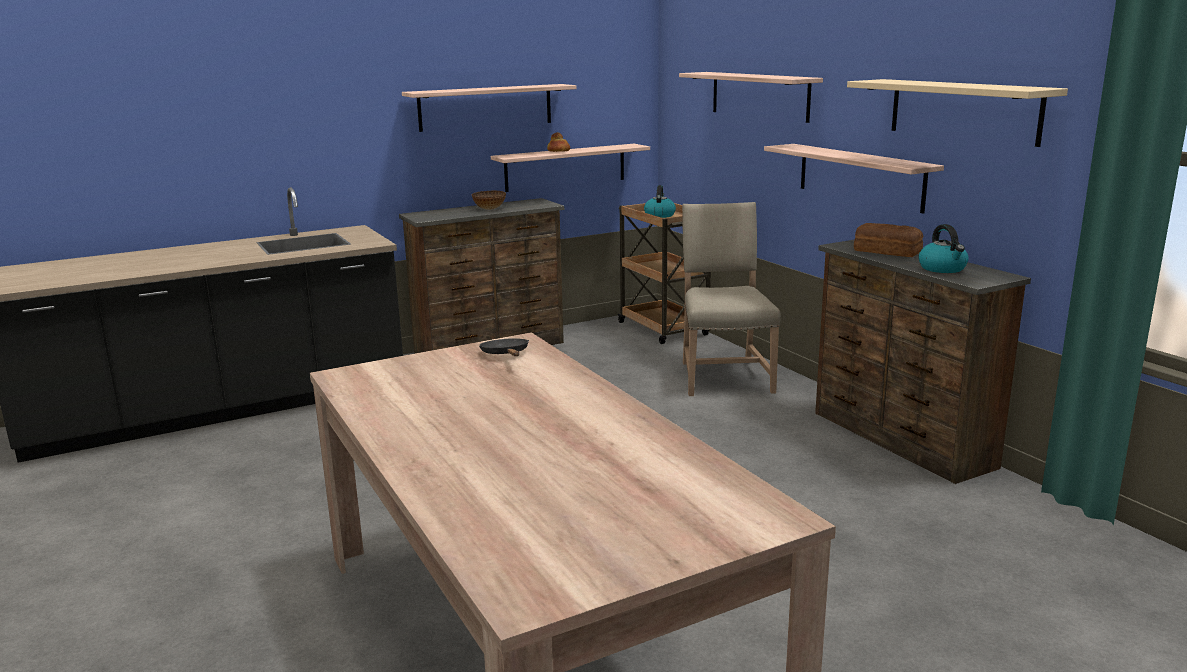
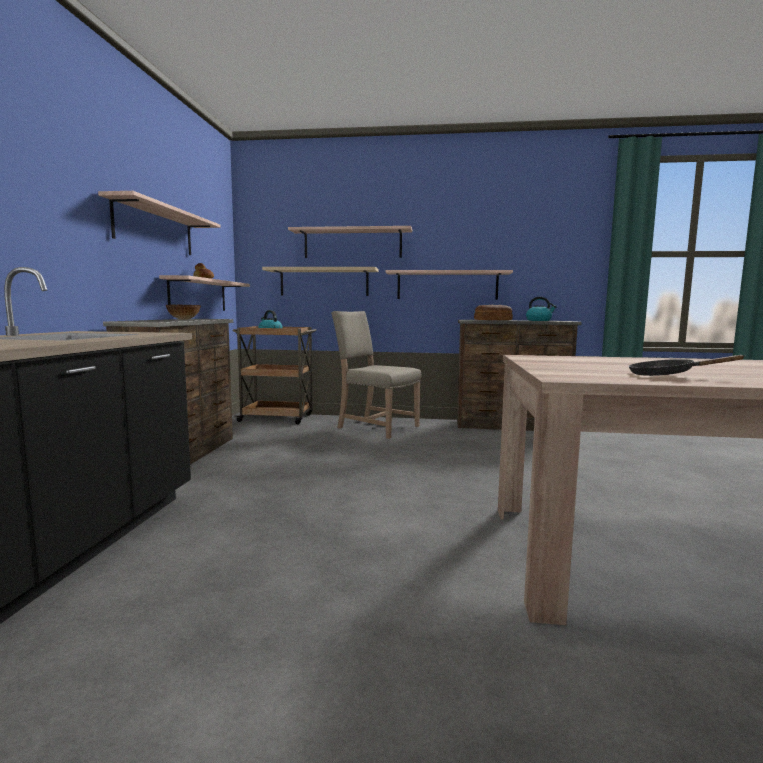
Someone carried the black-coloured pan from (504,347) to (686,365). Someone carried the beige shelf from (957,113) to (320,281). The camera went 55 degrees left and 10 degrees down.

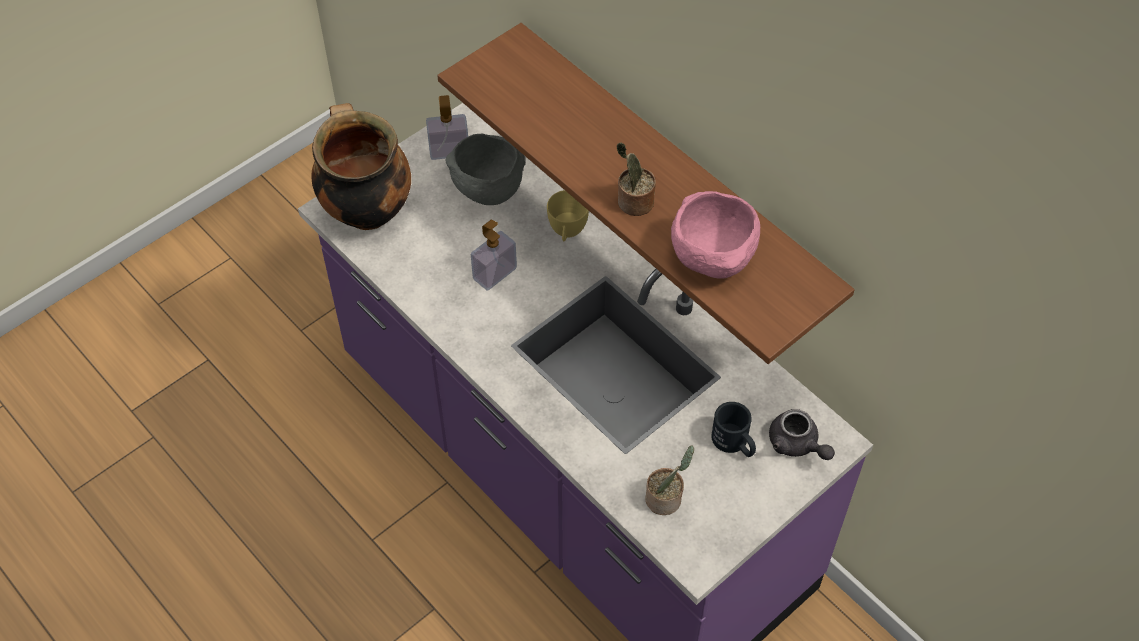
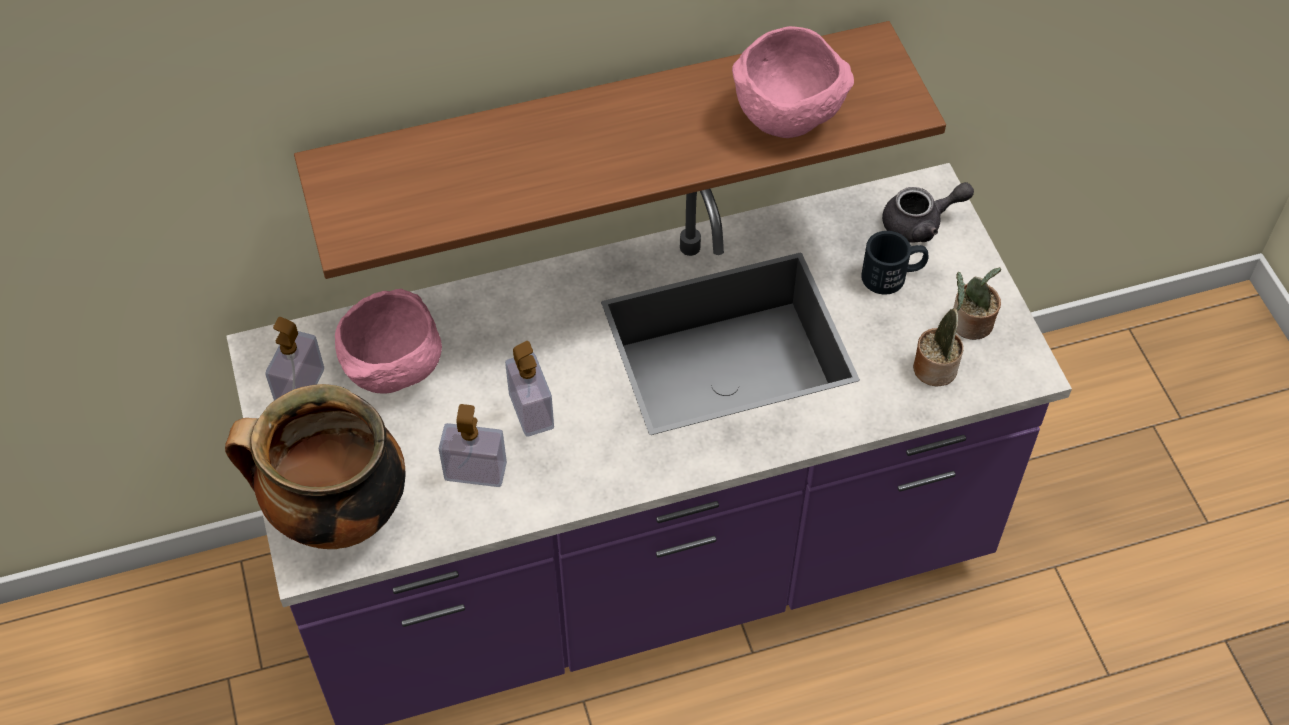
Someone repainted the gray bowl at (485,169), which became the pink-coloured bowl at (388,341). Someone took away the yellowish drinking cup at (568,215). Someone carried the potted plant from (636,179) to (977,303). Someone put down the liquid soap bottle at (473,445). The camera went 65 degrees left and 0 degrees up.

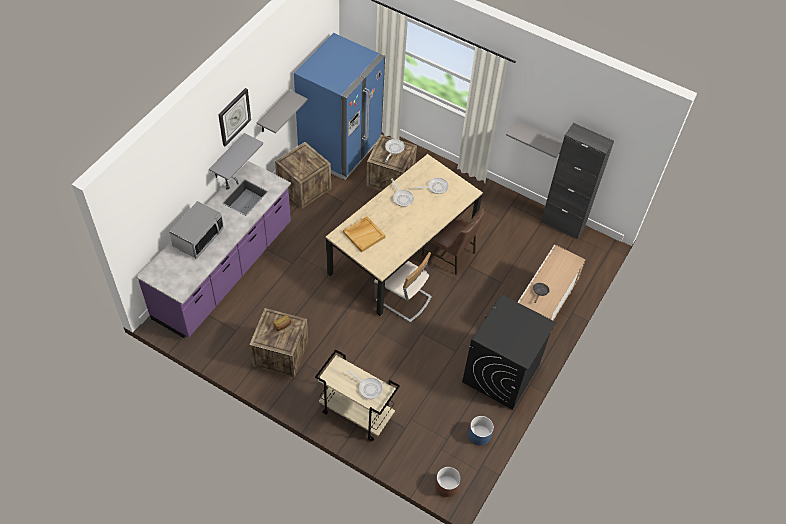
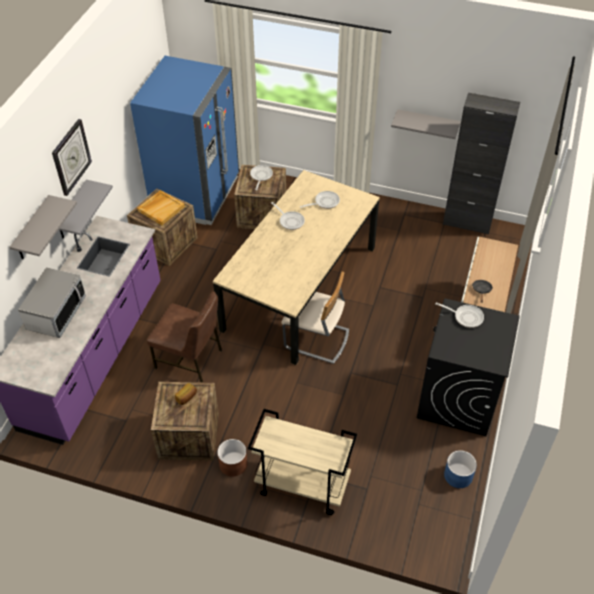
Someone carried the gray shelf from (282,112) to (43,227). Someone carried the beige serving tray from (364,234) to (161,207). Someone carried the pan from (365,384) to (459,315). Someone carried the brown-coloured chair from (453,241) to (184,337). Someone carried the brown-coloured plant pot from (448,482) to (232,458). The camera went 10 degrees left and 5 degrees down.

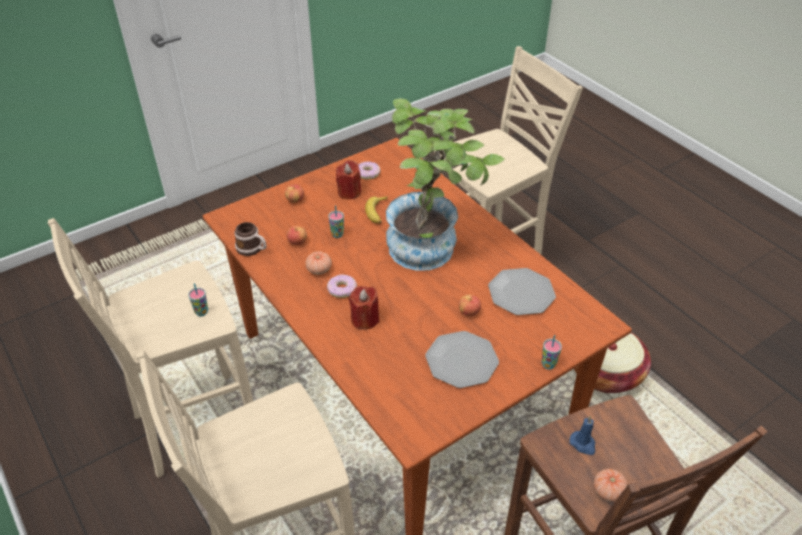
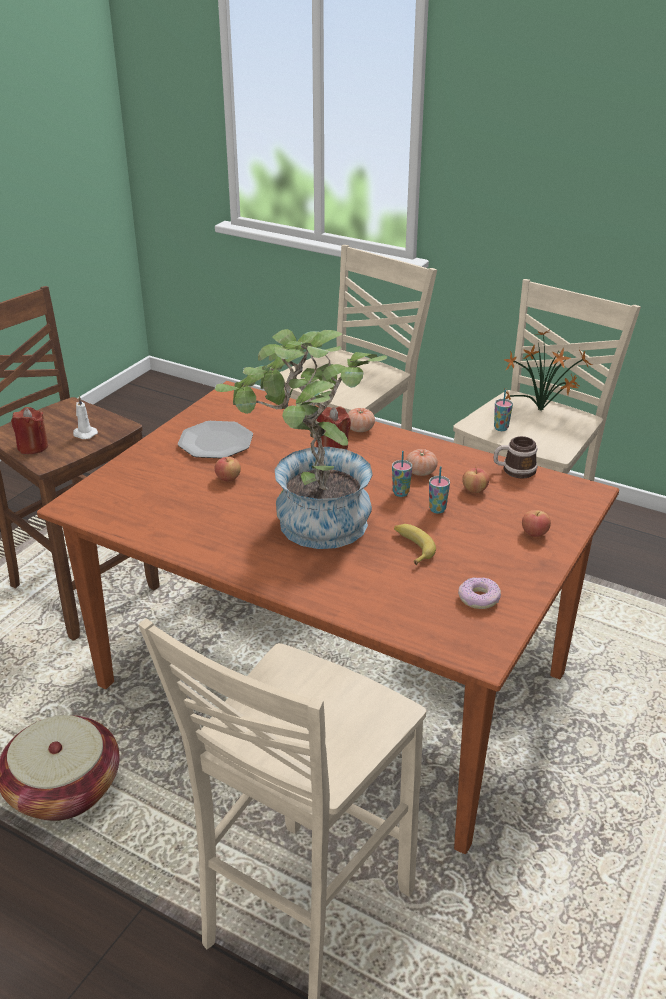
Someone took away the ring doughnut at (342,286). Someone carried the red candle from (348,179) to (29,430). Someone took away the dinner plate at (522,291). Someone carried the drinking cup from (551,352) to (402,474). Someone repainted the blue candle at (582,435), which became the white-coloured candle at (85,417). Someone carried the whole tomato from (611,485) to (361,420). Someone put down the potted plant at (547,370). The camera went 155 degrees right and 10 degrees down.

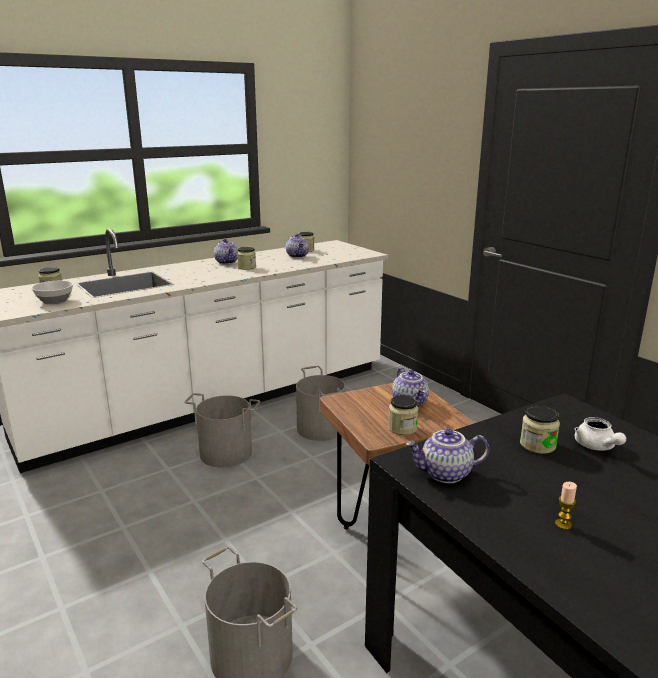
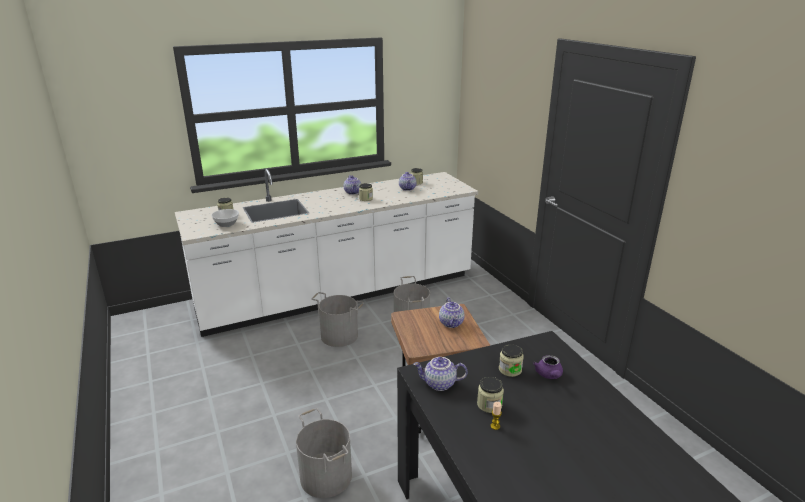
Someone carried the storage jar from (403,415) to (490,395). Someone repainted the white-coloured tea pot at (600,434), which became the purple tea pot at (548,367). The camera went 10 degrees right and 5 degrees up.

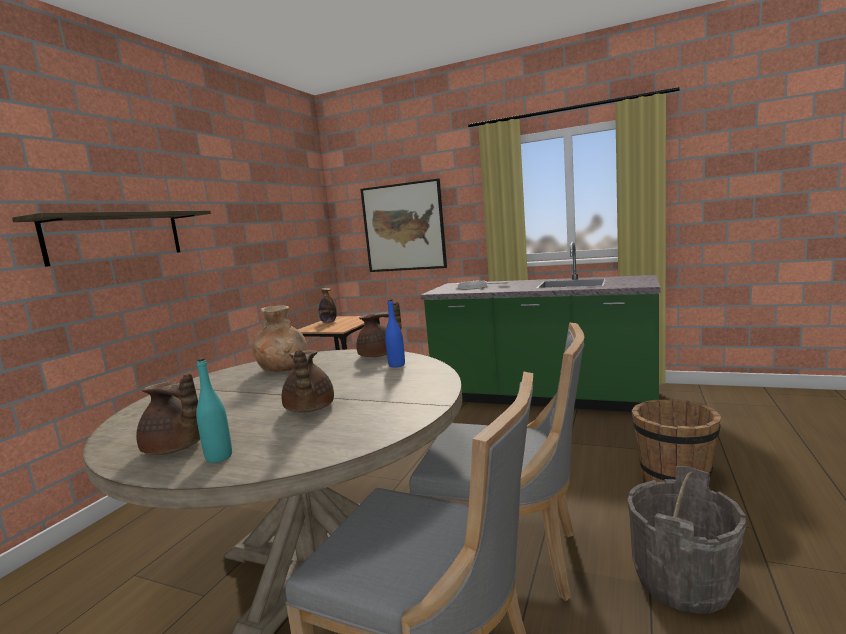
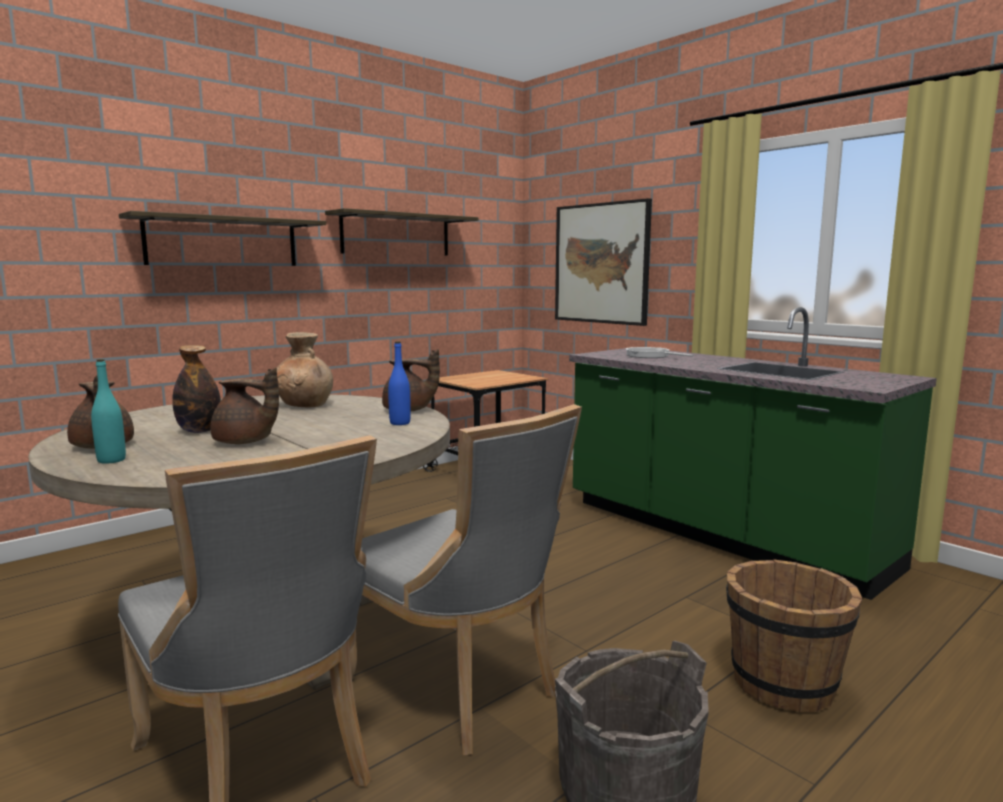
Someone rotated the brown-coloured tea pot at (308,381) by 90 degrees counterclockwise. Someone carried the beverage bottle from (328,305) to (196,389). Someone put up the shelf at (402,231). The camera went 25 degrees right and 0 degrees up.

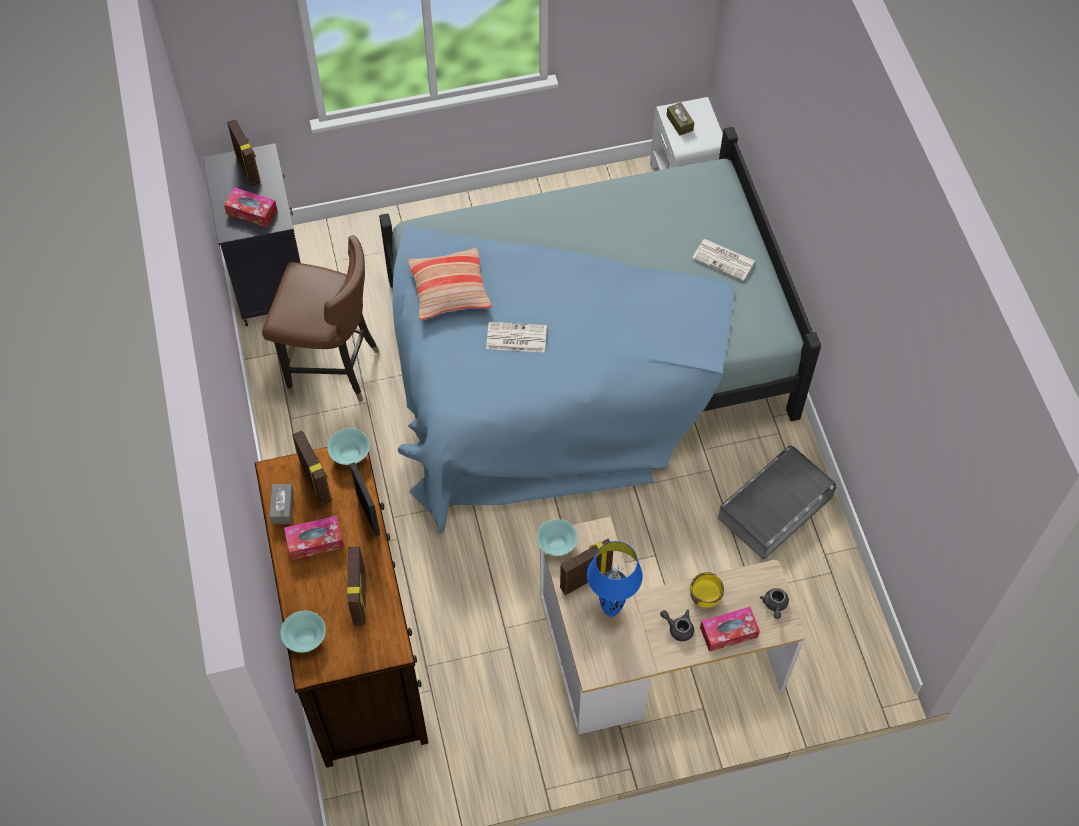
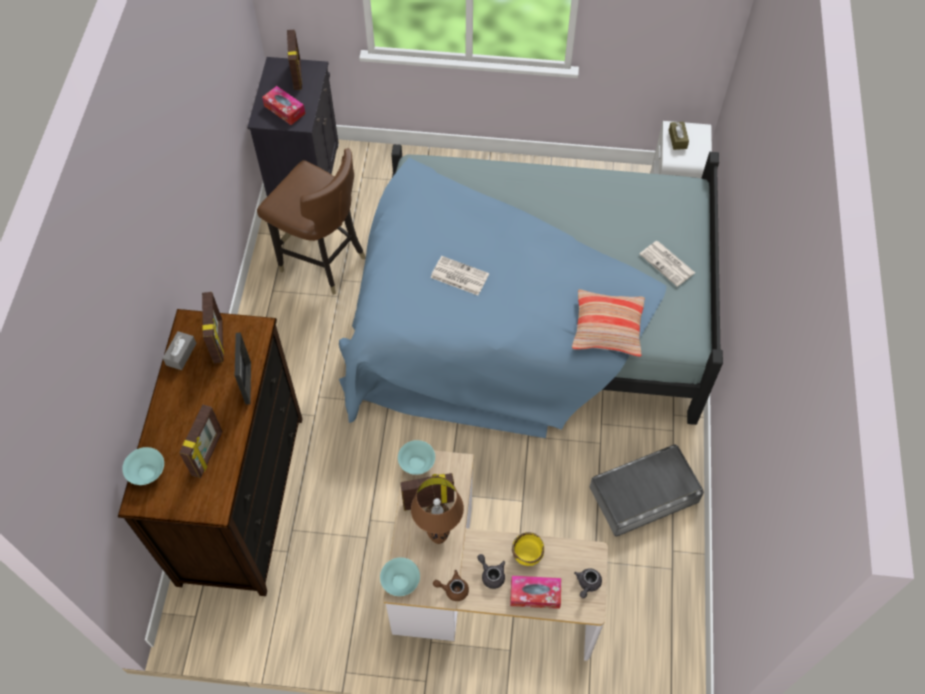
Someone took away the tissue holder at (314,538). Someone carried the blue-green bowl from (348,446) to (400,576). Someone carried the cushion from (449,284) to (608,323). Someone repainted the blue table lamp at (615,579), which became the brown-coloured table lamp at (437,510). Someone put down the brown-coloured tea pot at (451,585). The camera went 20 degrees right and 0 degrees up.

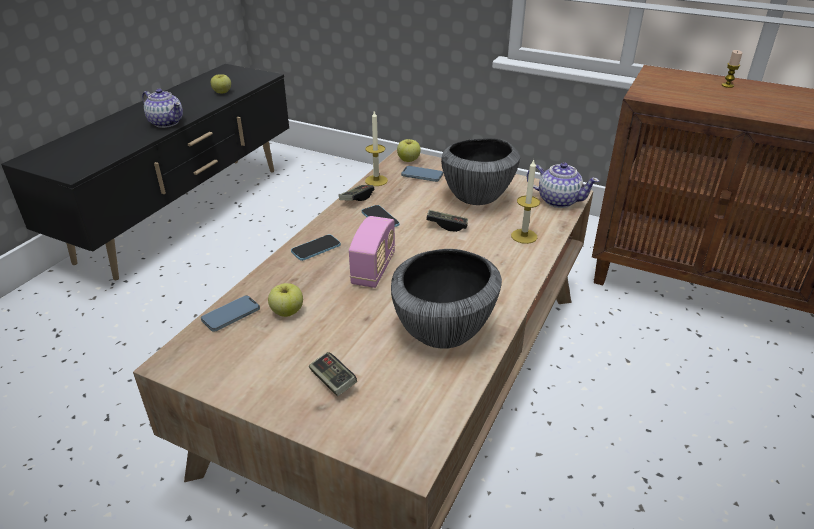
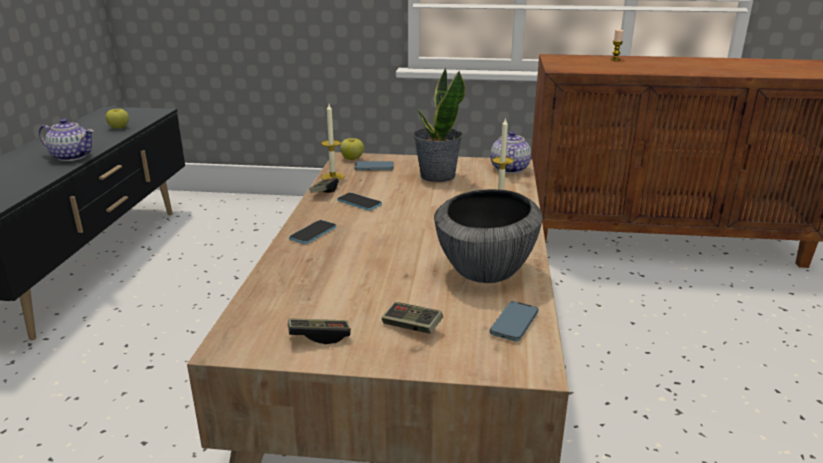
Someone carried the phone from (230,313) to (514,321). Someone took away the apple fruit at (285,300). Someone took away the radio at (372,252). Someone carried the joypad from (447,221) to (319,331). Someone swapped the bowl at (480,171) for the potted plant at (439,125). Someone rotated the tea pot at (563,185) by 90 degrees counterclockwise. The camera went 20 degrees left and 10 degrees down.

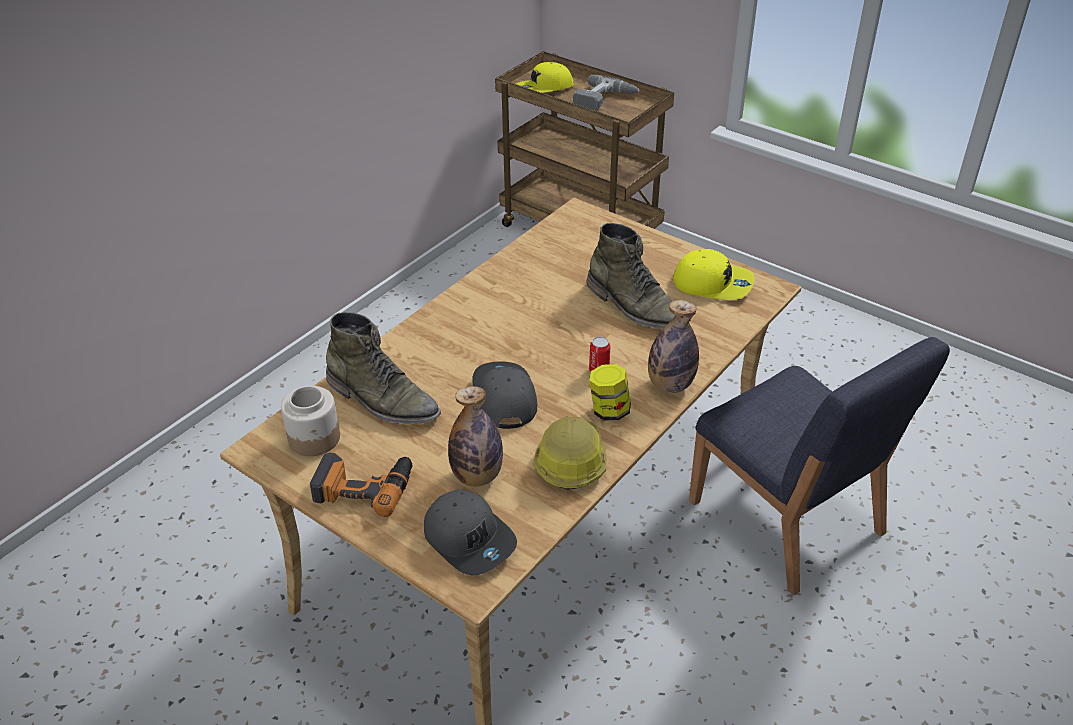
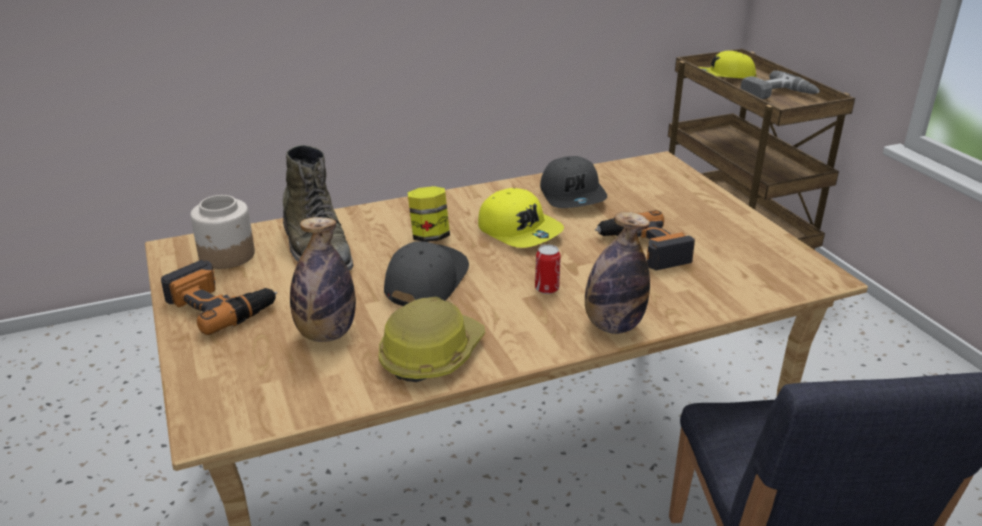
Someone carried the gray peaked cap from (470,532) to (573,182). Someone swapped the greenish high-top boot at (631,276) for the drill at (645,240). Someone carried the storage jar from (610,392) to (429,214). Someone carried the yellowish peaked cap from (713,274) to (521,218). The camera went 30 degrees right and 10 degrees down.

